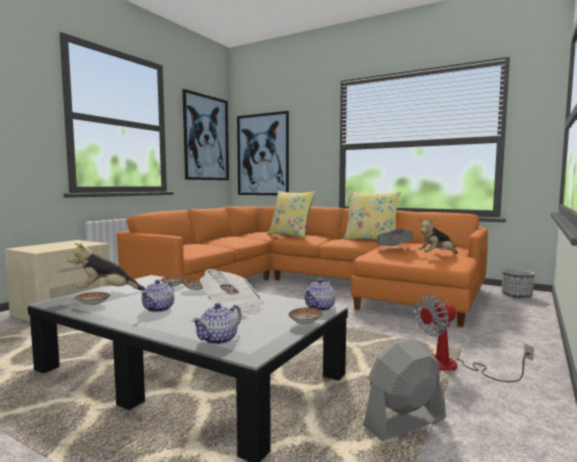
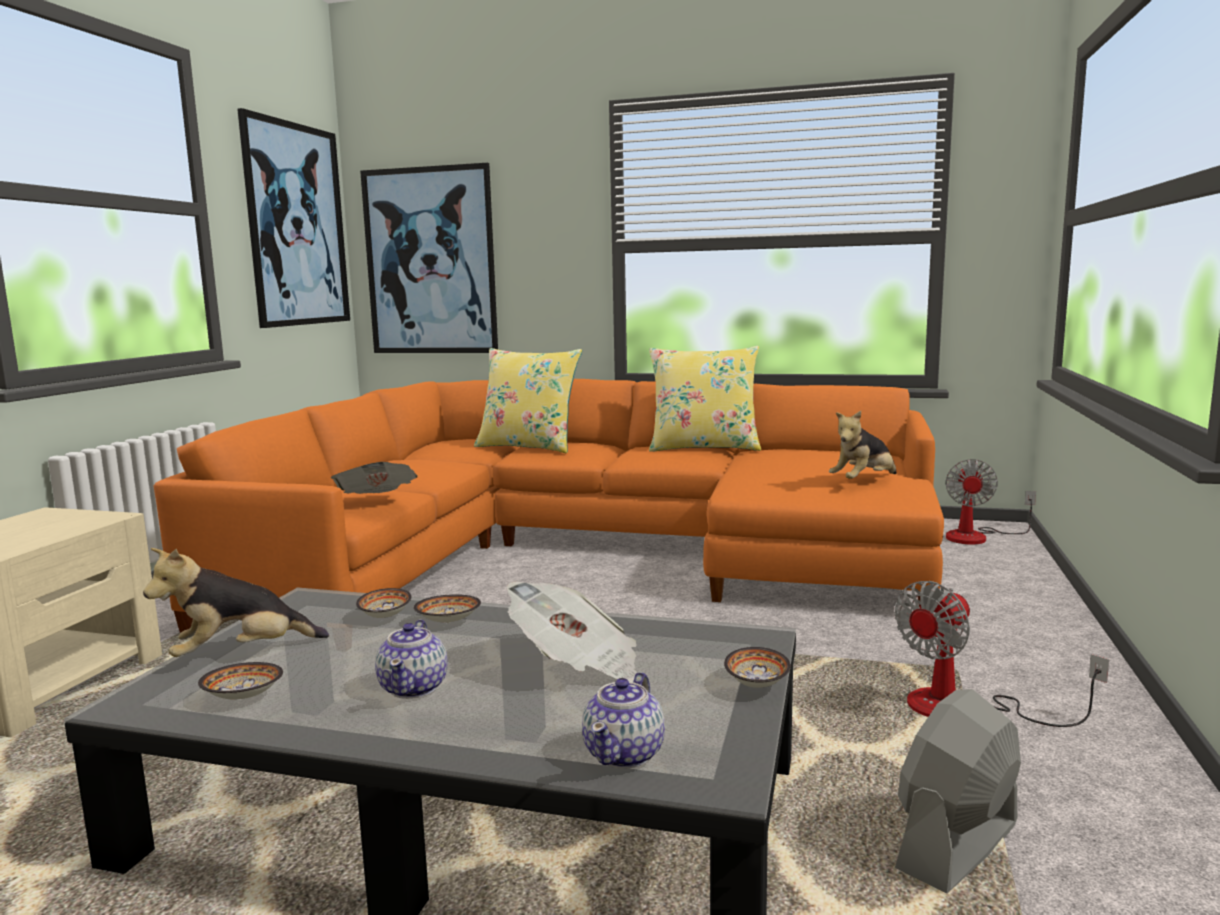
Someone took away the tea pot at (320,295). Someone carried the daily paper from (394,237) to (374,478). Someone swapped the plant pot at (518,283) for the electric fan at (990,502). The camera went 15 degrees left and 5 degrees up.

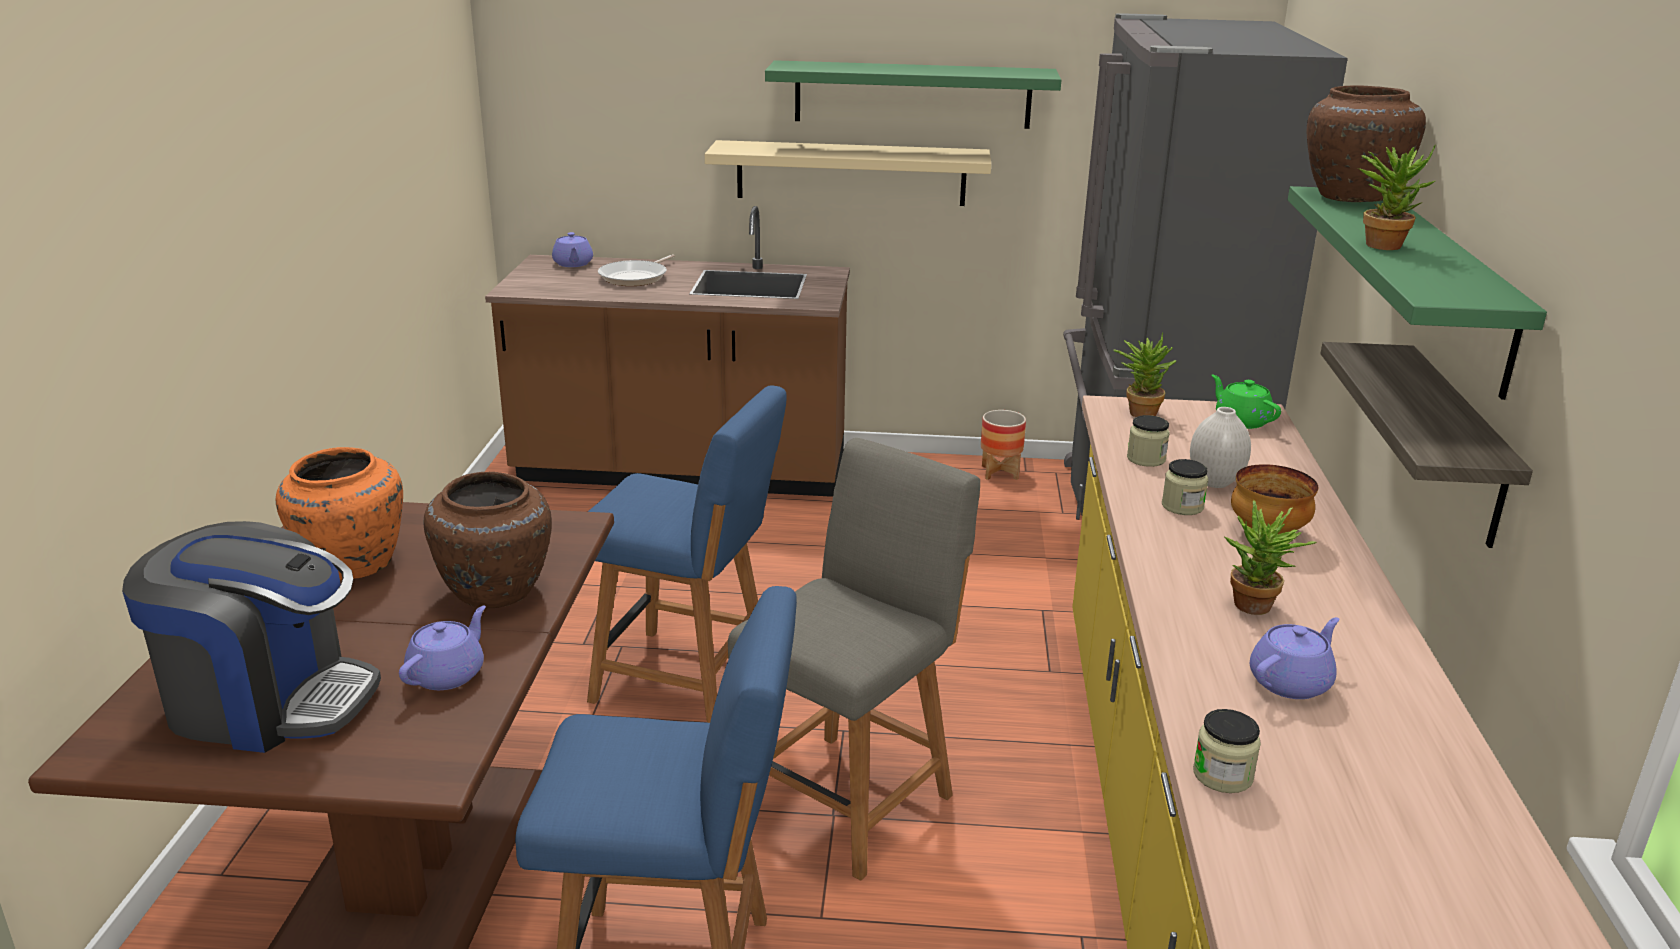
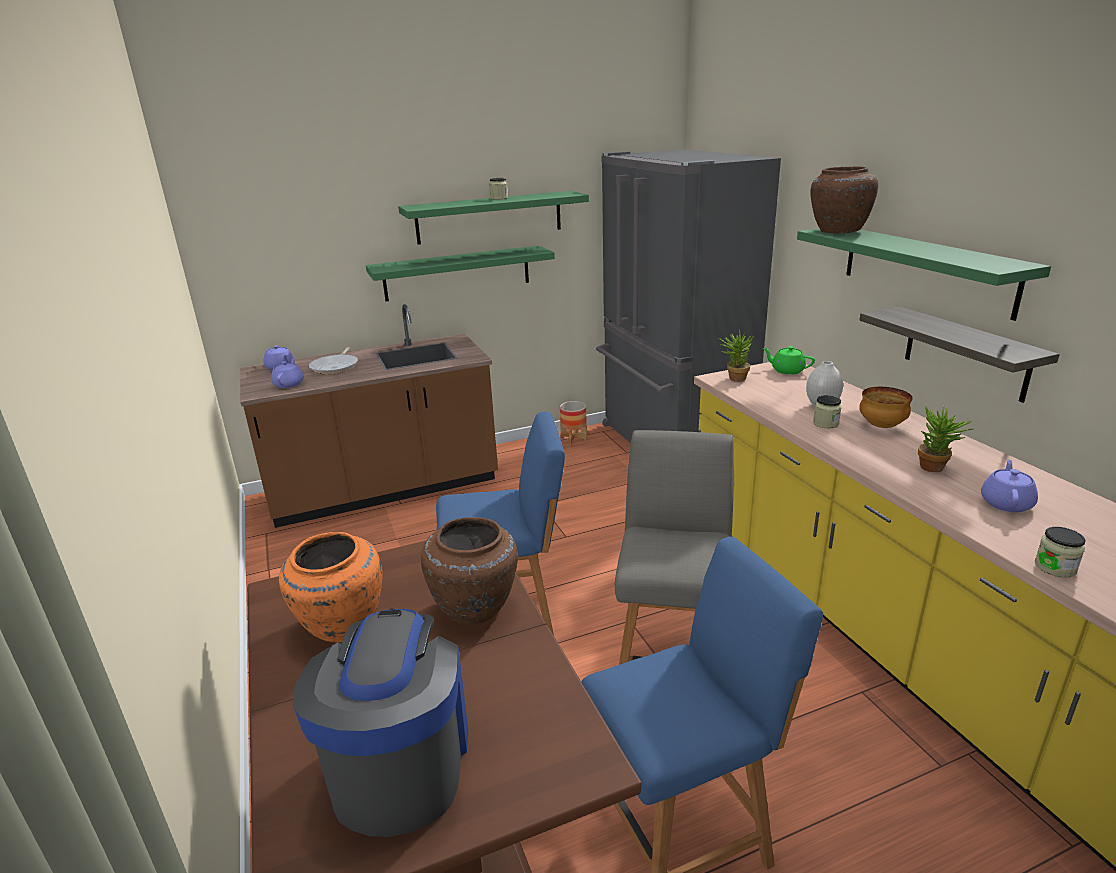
Someone rotated the coffee maker at (251,637) by 75 degrees counterclockwise. Someone carried the purple tea pot from (442,648) to (287,373). Someone repainted the beige shelf at (848,173), which became the greenish shelf at (460,273). Someone carried the storage jar from (1148,441) to (498,189). Someone took away the potted plant at (1397,197). The camera went 25 degrees left and 0 degrees up.

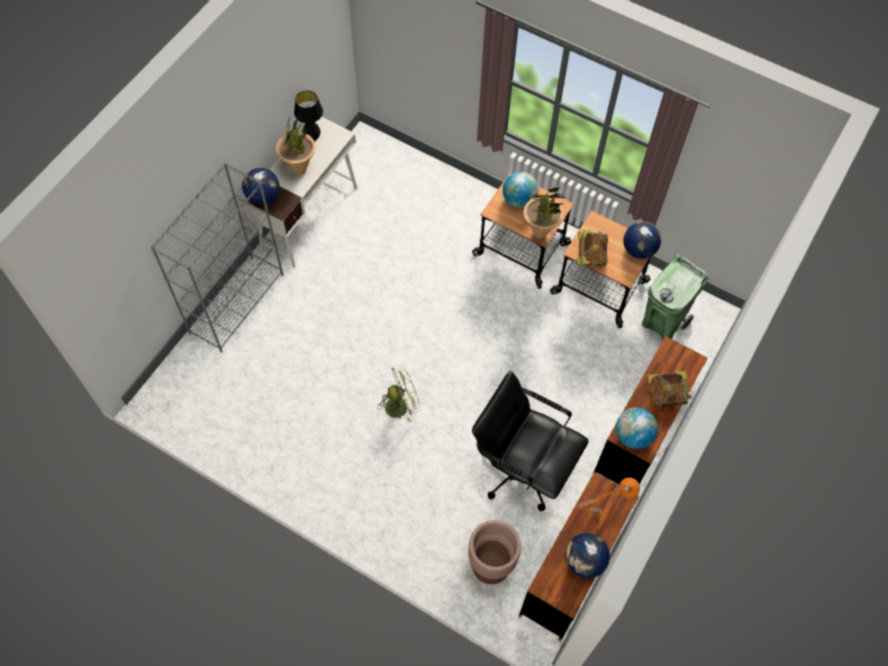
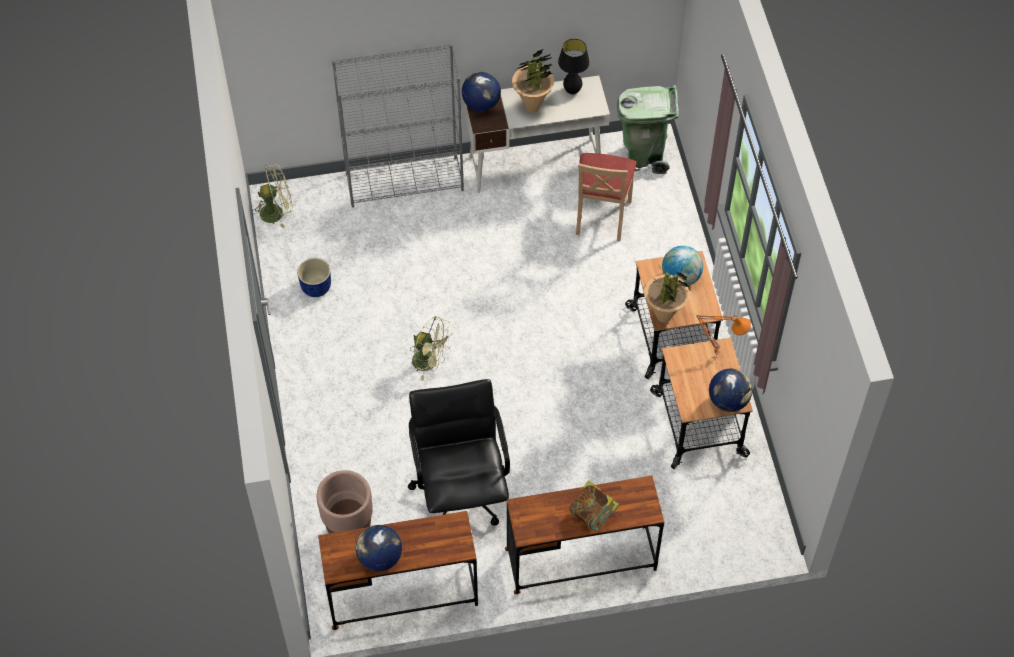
Someone carried the orange table lamp from (608,497) to (723,335). Someone took away the book at (592,248). Someone took away the world globe at (637,428). Someone carried the greenish trash can from (676,297) to (648,129). Someone put down the greenish electric fan at (273,196). Someone put down the blue plant pot at (314,277). Someone put down the beige chair at (606,197). The camera went 50 degrees right and 5 degrees down.

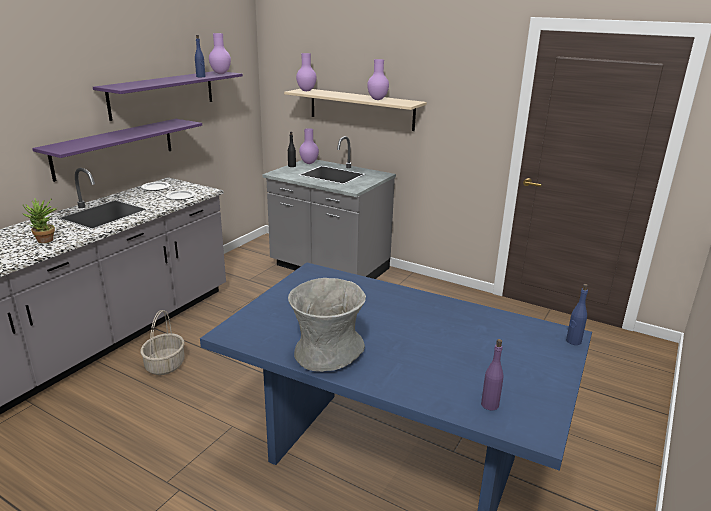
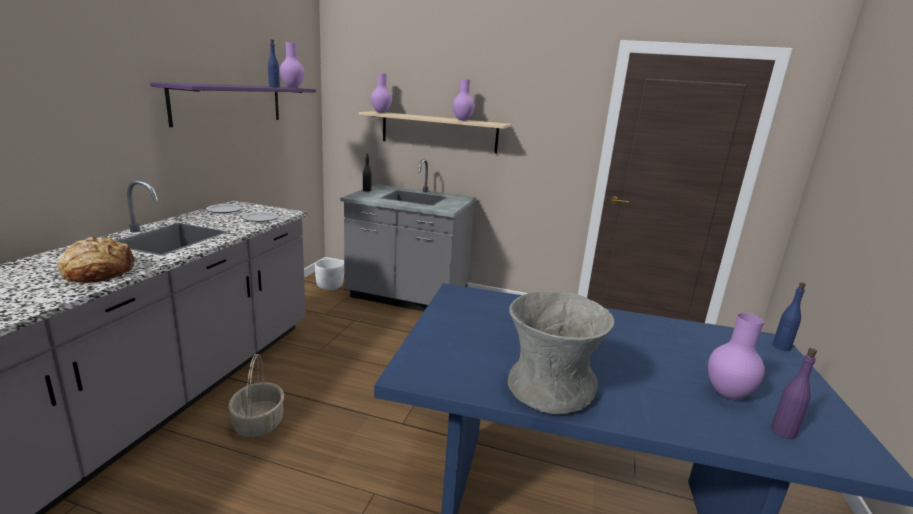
Someone swapped the potted plant at (40,220) for the baked bread at (98,260). Someone took away the purple shelf at (117,150). Someone carried the purple vase from (309,146) to (736,356). Someone put down the white-coloured plant pot at (329,274). The camera went 15 degrees left and 5 degrees down.

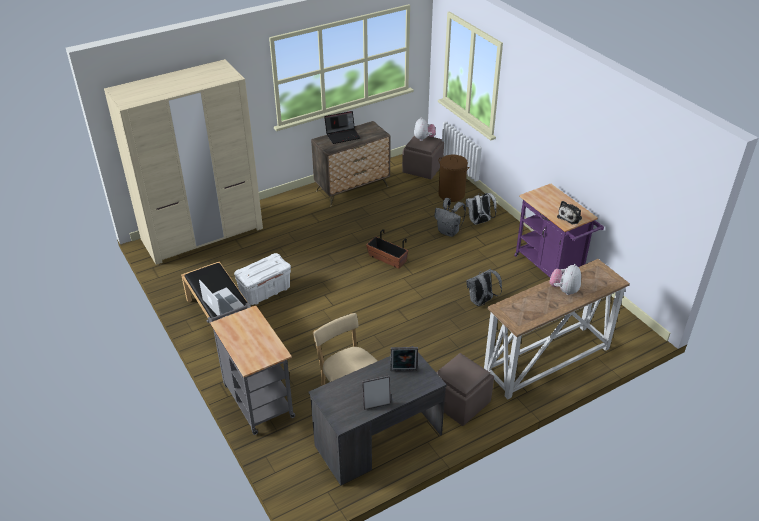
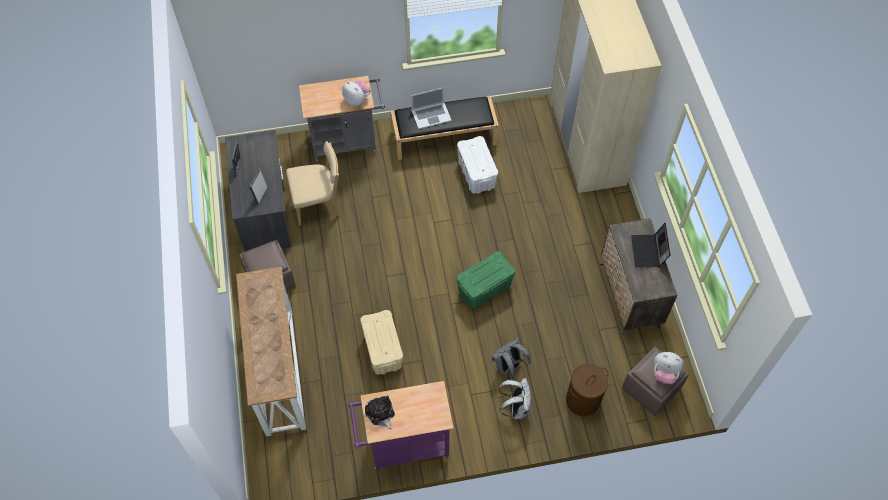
Someone swapped the plant pot at (387,249) for the greenish storage container at (486,280). Someone swapped the gray knapsack at (484,287) for the beige storage container at (381,342). Someone carried the plush toy from (565,279) to (356,93). The camera went 110 degrees right and 20 degrees up.

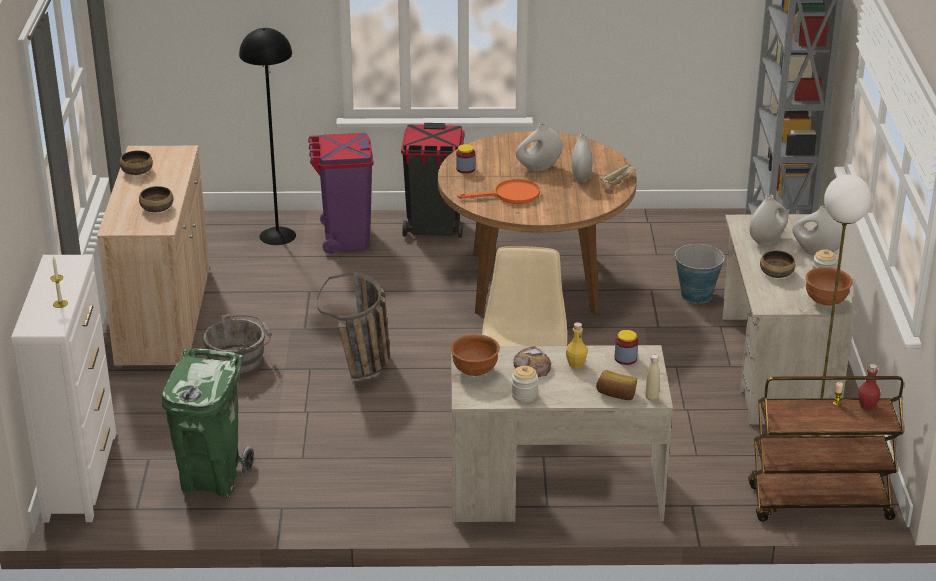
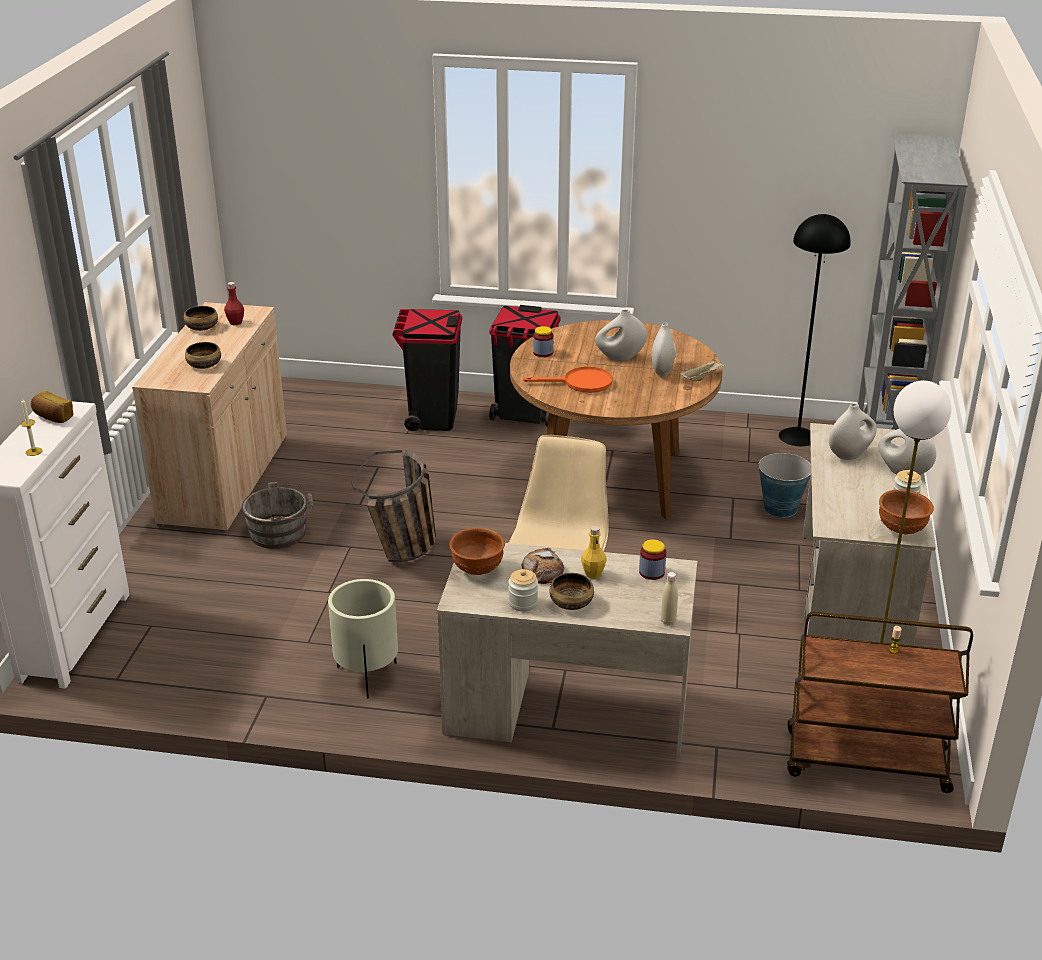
Someone took away the greenish trash can at (208,423). Someone carried the black-coloured floor lamp from (267,136) to (815,330). Someone repainted the purple trash can at (341,193), which became the black-coloured trash can at (427,370). Someone carried the baked bread from (616,385) to (52,407). Someone carried the bowl from (777,264) to (571,591). Someone carried the red beverage bottle from (869,387) to (234,303). Someone put down the beige plant pot at (363,638). The camera went 10 degrees right and 0 degrees up.

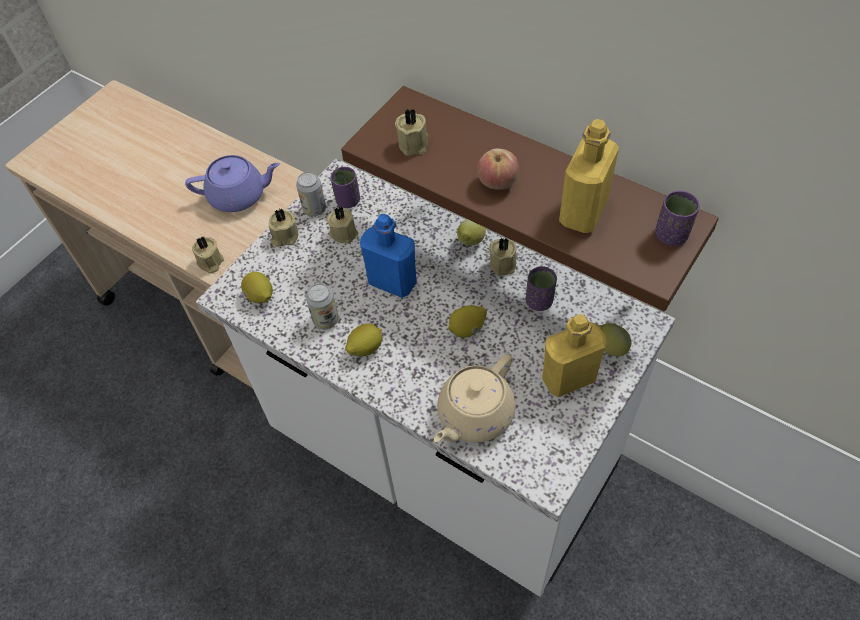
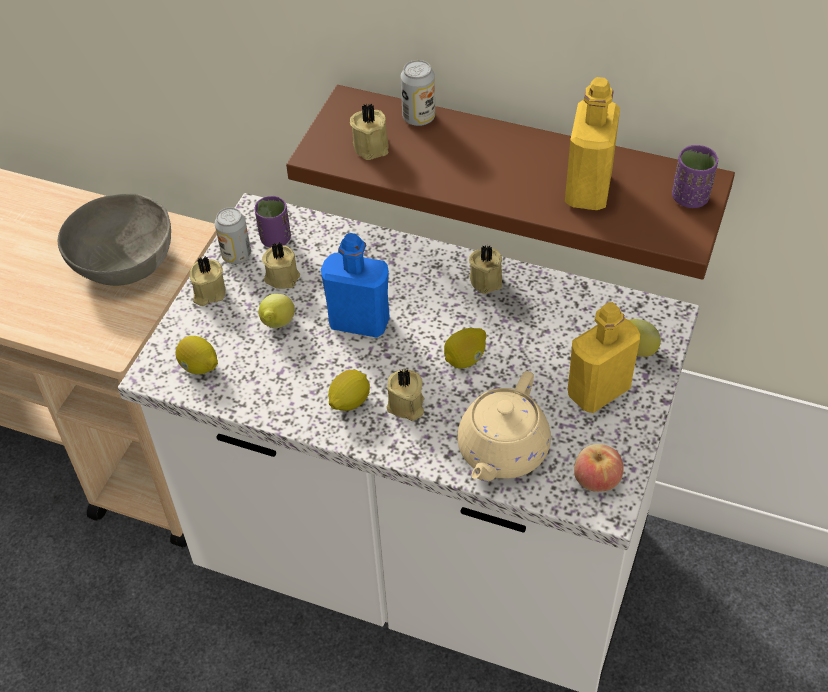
Someone swapped the purple tea pot at (232,183) for the gray bowl at (114,239). Someone carried the beige candle from (208,255) to (405,395). Someone carried the sealed can from (322,306) to (418,93). Someone carried the whole lemon from (471,232) to (277,311). Someone carried the apple fruit from (498,169) to (598,468). Someone took away the purple drinking cup at (541,288). The camera went 15 degrees left and 5 degrees down.

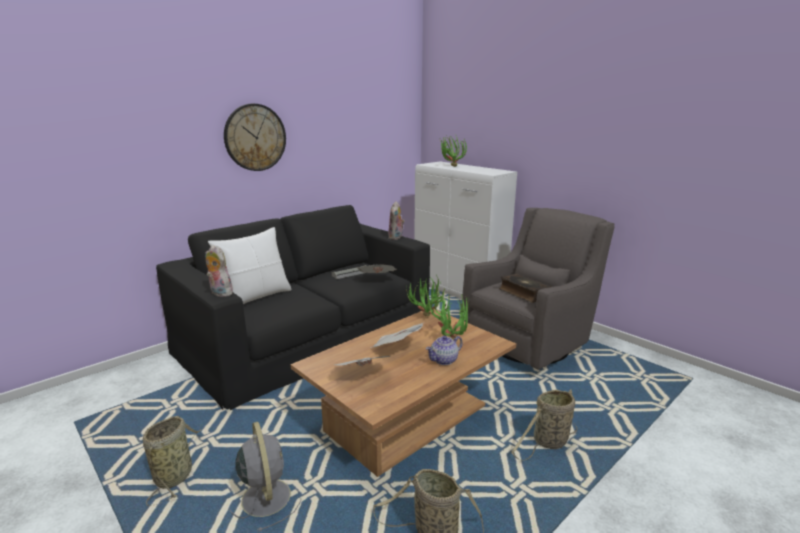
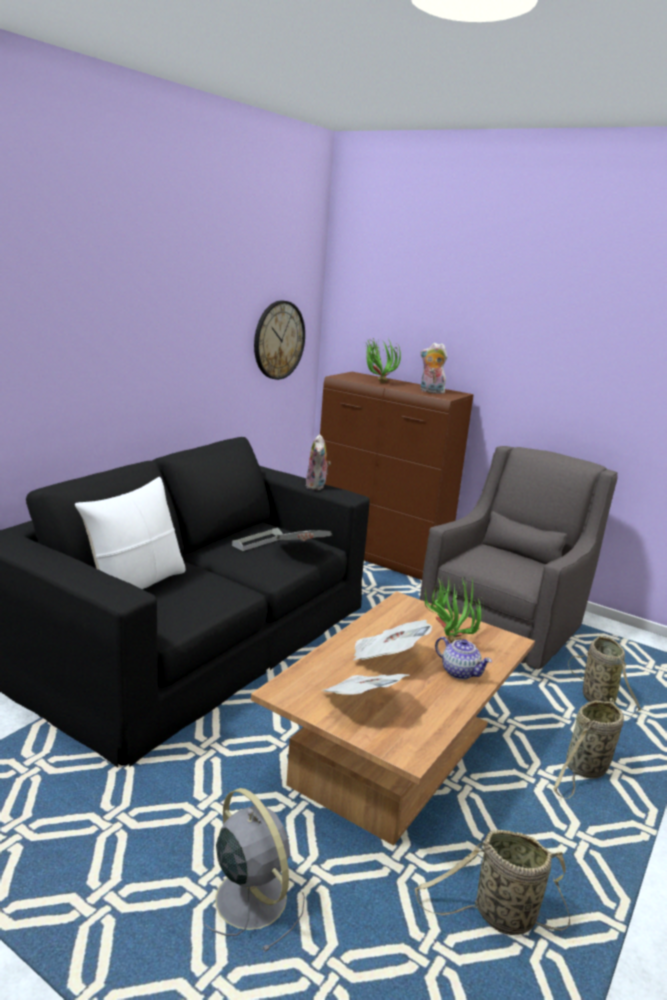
Someone carried the household basket from (172,461) to (604,677). Someone carried the plush toy from (219,271) to (433,368). Someone carried the hanging clock from (255,137) to (279,340). Someone took away the potted plant at (427,295). Someone repainted the white-coloured cabinet at (465,230), which became the brown-coloured cabinet at (397,476). Someone rotated the tea pot at (444,350) by 90 degrees counterclockwise. Someone took away the book at (525,288). The camera went 15 degrees left and 0 degrees up.

